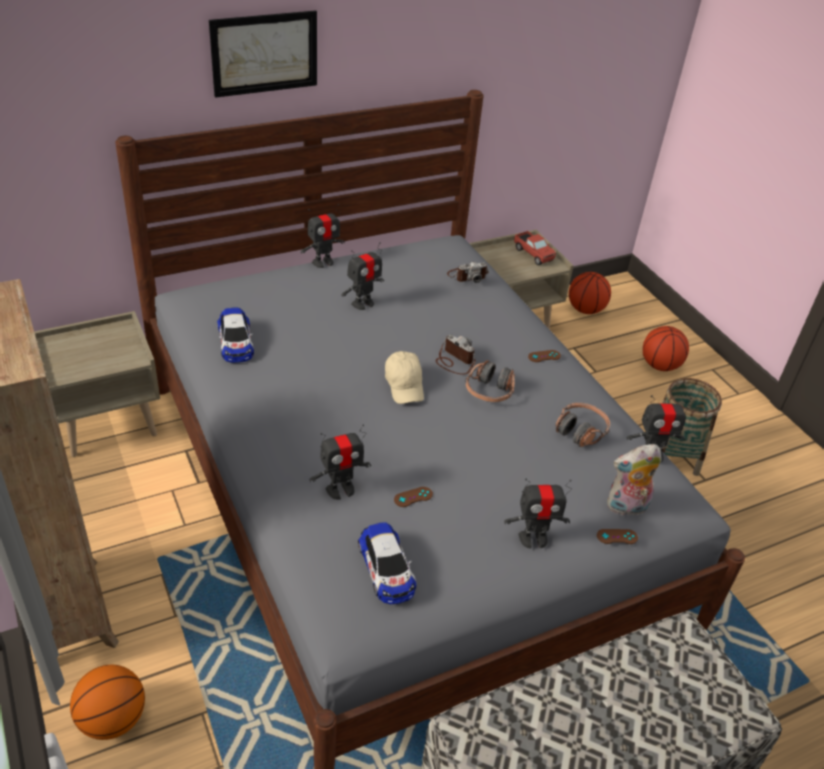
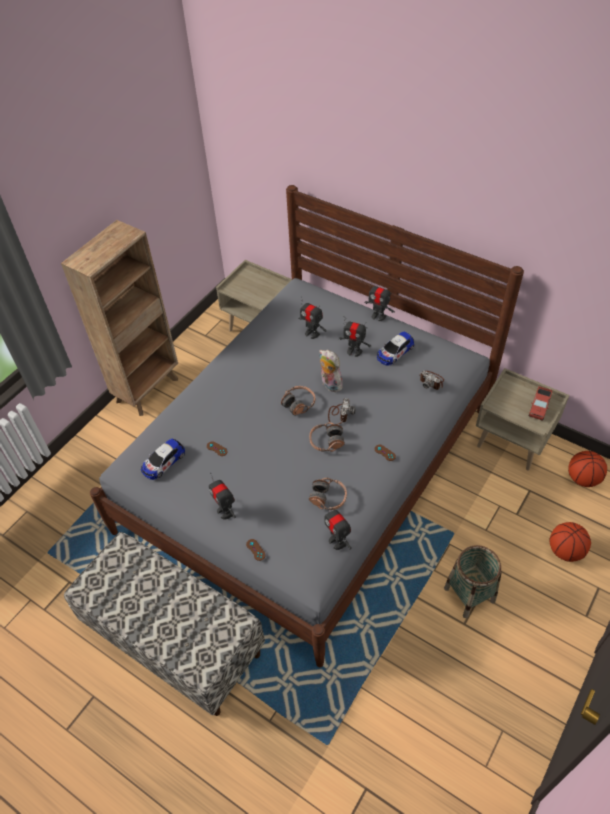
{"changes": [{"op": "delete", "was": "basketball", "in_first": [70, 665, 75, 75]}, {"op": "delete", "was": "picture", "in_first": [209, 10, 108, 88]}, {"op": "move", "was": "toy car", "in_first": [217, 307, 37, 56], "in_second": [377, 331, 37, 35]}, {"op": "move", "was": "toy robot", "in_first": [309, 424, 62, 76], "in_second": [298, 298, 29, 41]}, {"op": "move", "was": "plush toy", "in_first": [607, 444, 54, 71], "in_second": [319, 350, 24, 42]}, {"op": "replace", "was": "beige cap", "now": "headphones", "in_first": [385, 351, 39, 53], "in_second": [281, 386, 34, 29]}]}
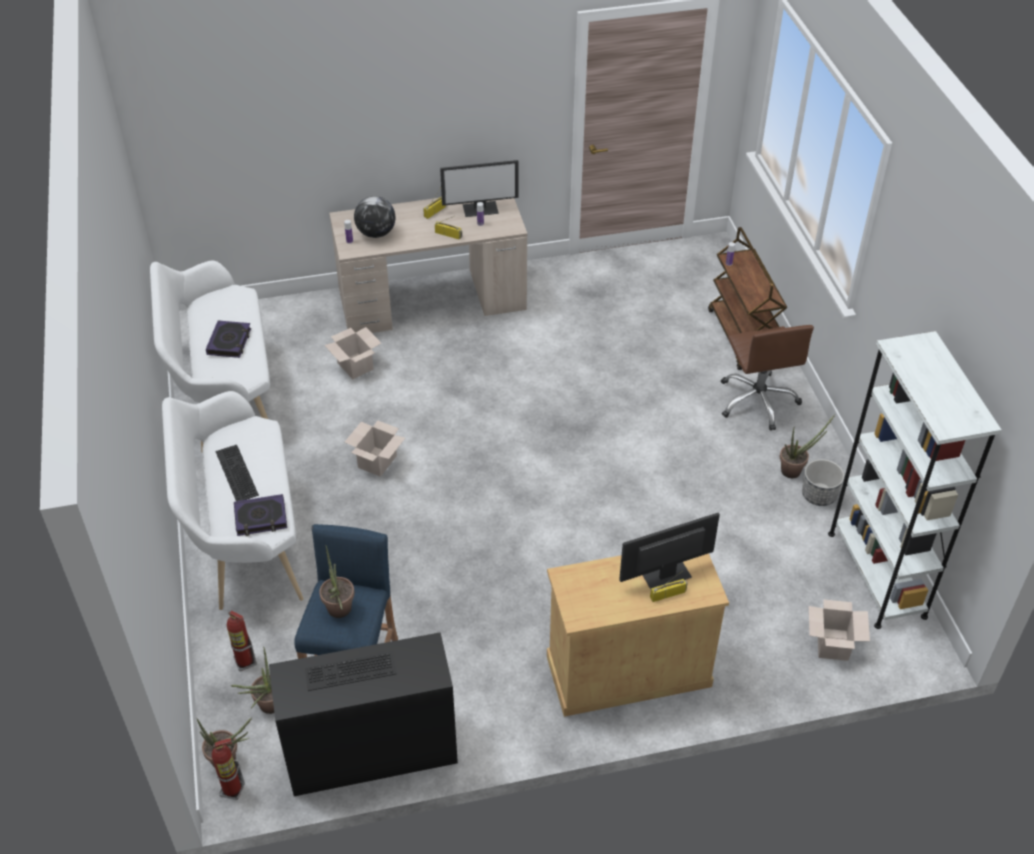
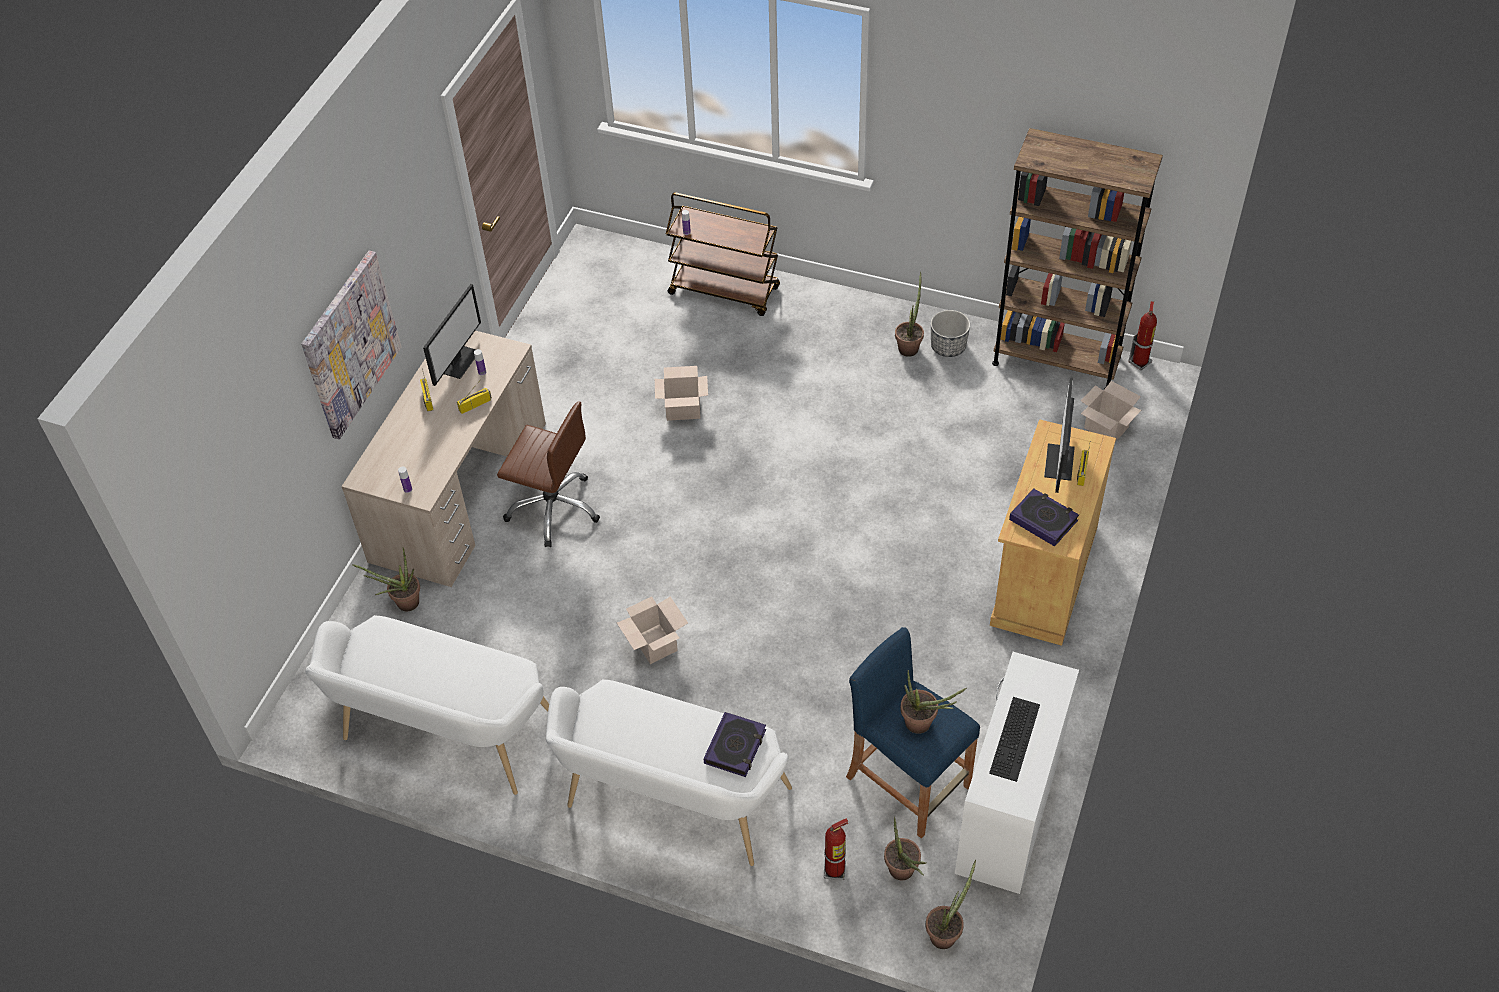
{"changes": [{"op": "delete", "was": "keyboard", "in_first": [215, 445, 44, 56]}, {"op": "delete", "was": "globe", "in_first": [354, 196, 42, 42]}, {"op": "insert", "now": "picture", "in_second": [301, 251, 100, 188]}, {"op": "insert", "now": "potted plant", "in_second": [352, 548, 68, 63]}, {"op": "move", "was": "book", "in_first": [206, 320, 45, 38], "in_second": [1009, 488, 70, 58]}, {"op": "move", "was": "fire extinguisher", "in_first": [212, 738, 33, 62], "in_second": [1128, 301, 29, 69]}, {"op": "move", "was": "cardboard box", "in_first": [324, 327, 57, 52], "in_second": [655, 366, 53, 55]}, {"op": "move", "was": "brown office chair", "in_first": [721, 325, 93, 106], "in_second": [497, 402, 103, 145]}, {"op": "recolor", "was": "black desk", "now": "white desk", "in_first": [269, 632, 189, 164], "in_second": [955, 652, 124, 242]}, {"op": "recolor", "was": "white bookcase", "now": "brown bookcase", "in_first": [828, 331, 174, 298], "in_second": [992, 128, 171, 261]}]}
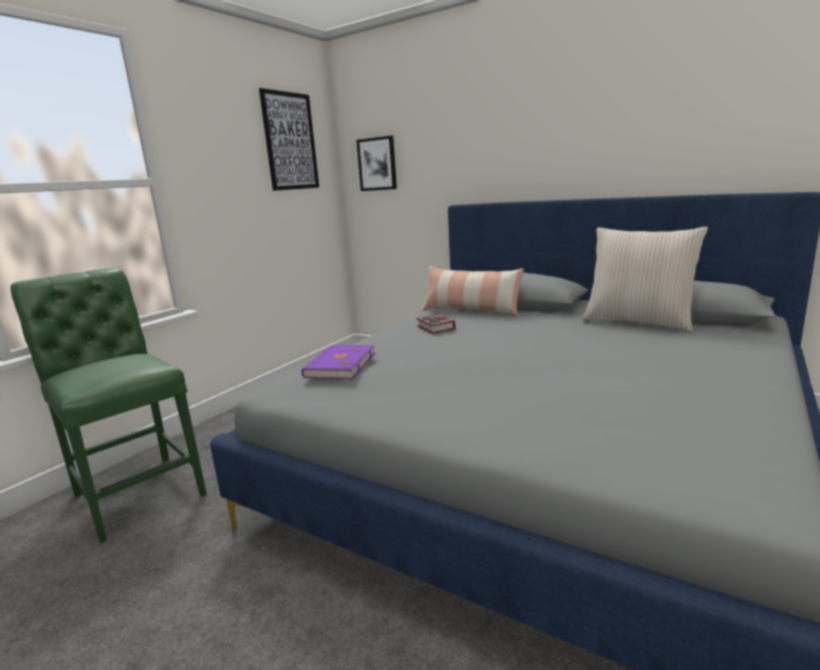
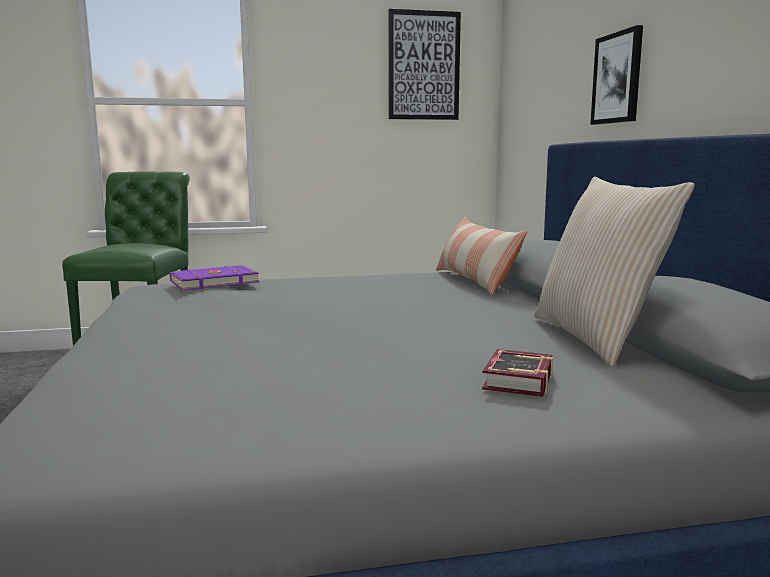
{"changes": [{"op": "move", "was": "picture", "in_first": [356, 136, 41, 55], "in_second": [590, 25, 53, 100]}, {"op": "move", "was": "book", "in_first": [417, 314, 39, 20], "in_second": [482, 349, 71, 48]}]}
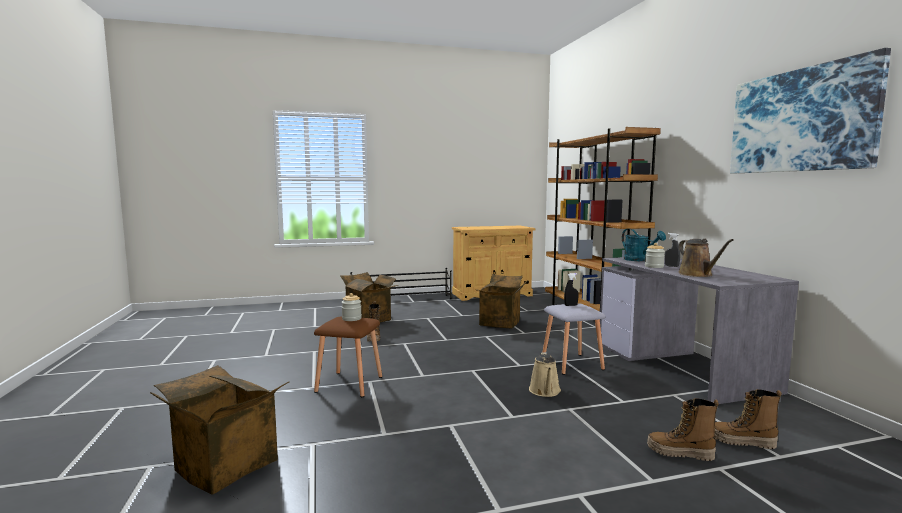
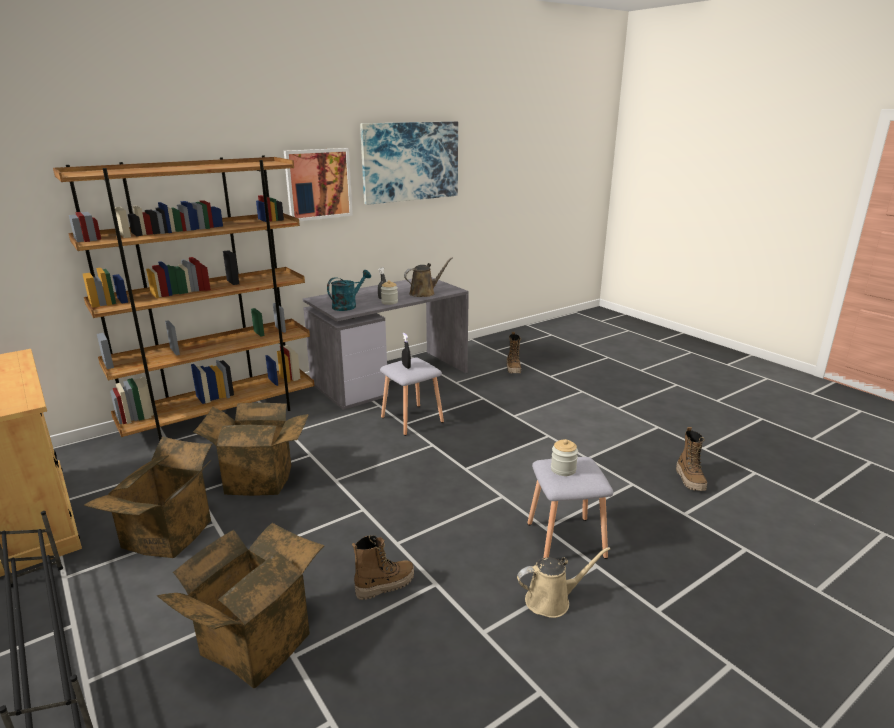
{"changes": [{"op": "insert", "now": "picture", "in_second": [284, 148, 69, 73]}, {"op": "move", "was": "cardboard box", "in_first": [150, 365, 139, 130], "in_second": [84, 436, 128, 122]}, {"op": "move", "was": "beige watering can", "in_first": [529, 352, 32, 45], "in_second": [517, 547, 93, 71]}, {"op": "move", "was": "boot", "in_first": [647, 398, 72, 63], "in_second": [676, 427, 31, 64]}, {"op": "recolor", "was": "brown stool", "now": "grey stool", "in_first": [314, 317, 68, 80], "in_second": [527, 457, 86, 102]}]}
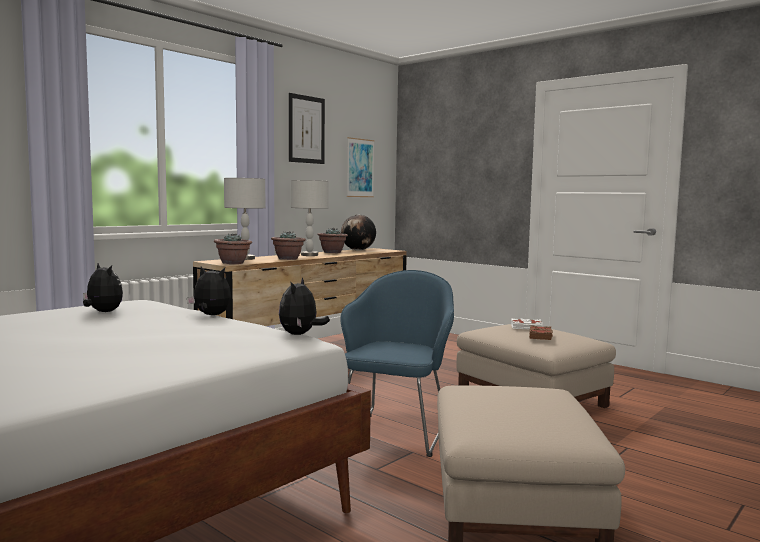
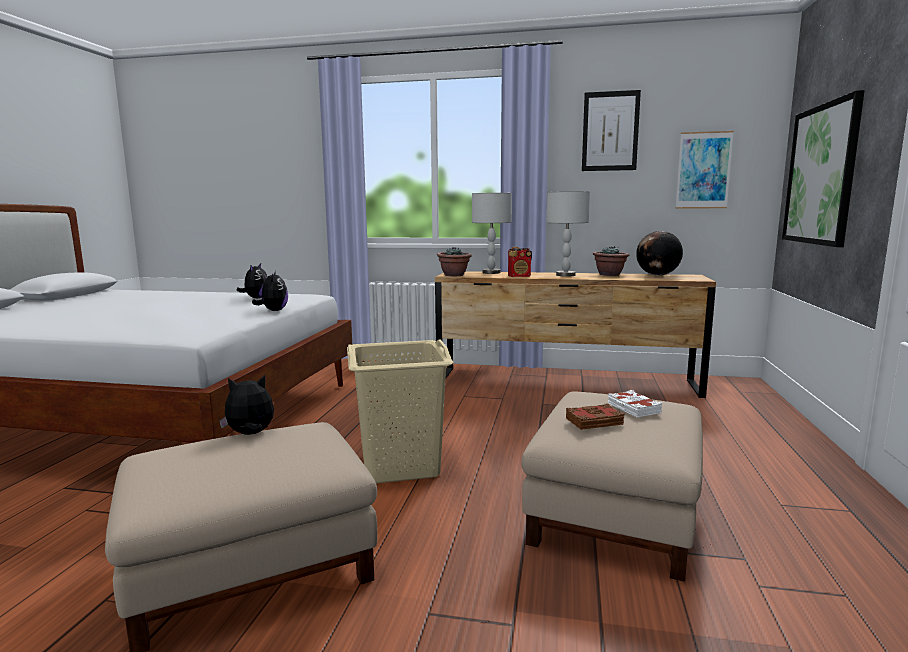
{"changes": [{"op": "insert", "now": "picture", "in_second": [782, 90, 83, 157]}, {"op": "move", "was": "plush toy", "in_first": [279, 278, 51, 57], "in_second": [219, 375, 55, 60]}, {"op": "replace", "was": "potted plant", "now": "radio", "in_first": [271, 231, 35, 29], "in_second": [508, 247, 24, 30]}, {"op": "replace", "was": "blue armchair", "now": "beige laundry basket", "in_first": [340, 270, 114, 187], "in_second": [347, 339, 107, 145]}]}
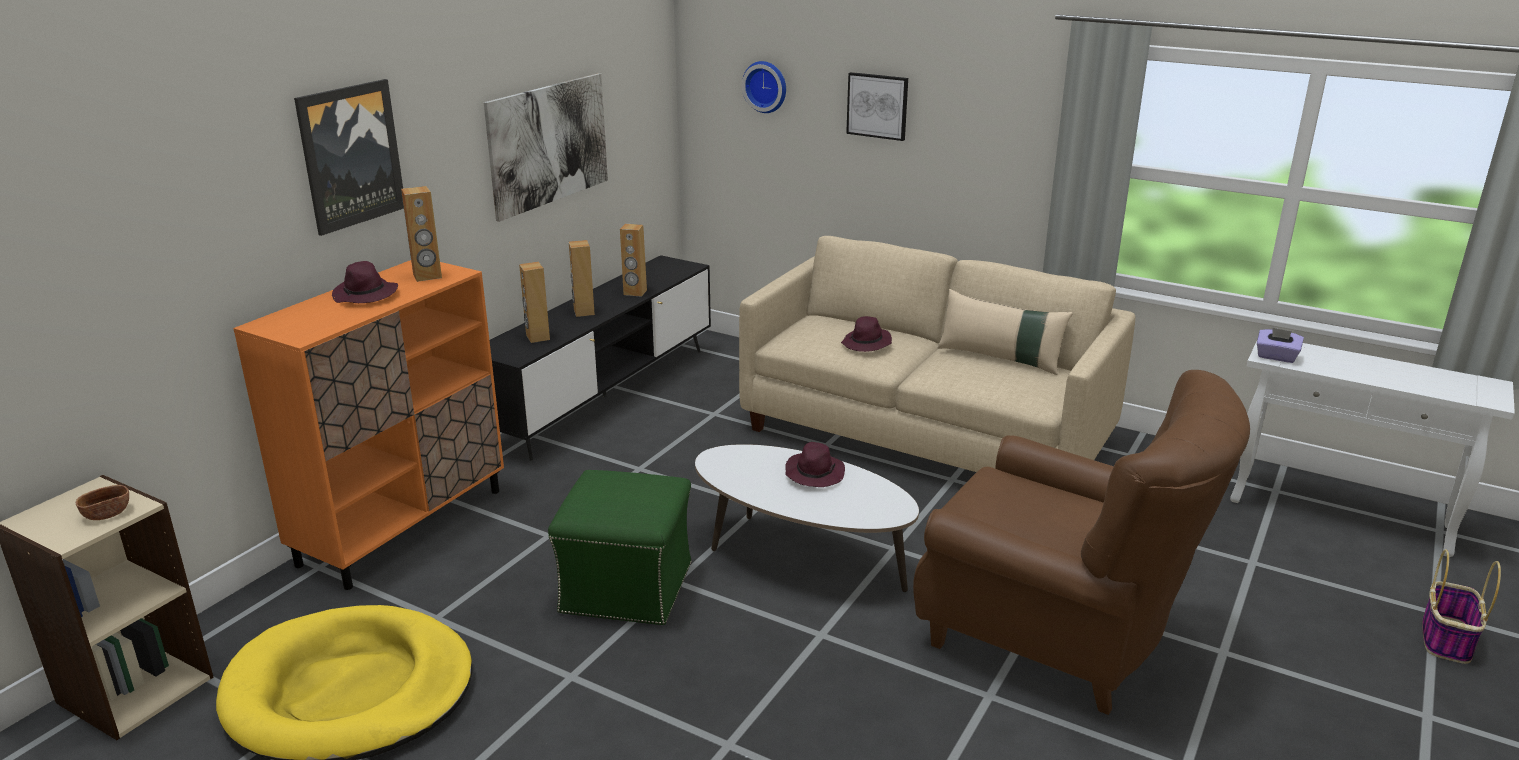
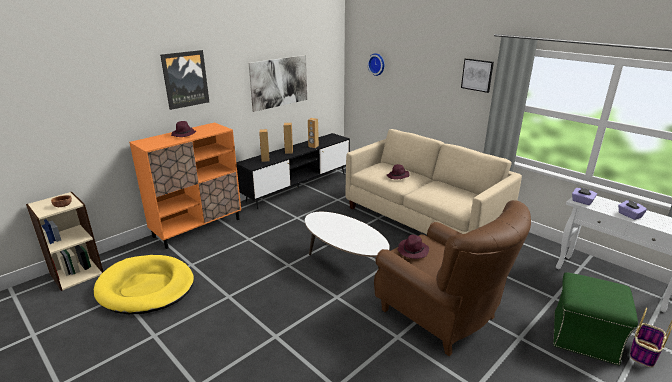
{"changes": [{"op": "delete", "was": "brown speaker", "in_first": [401, 186, 41, 96]}, {"op": "delete", "was": "beige pillow", "in_first": [937, 289, 136, 86]}, {"op": "insert", "now": "purple tissue box", "in_second": [618, 200, 29, 20]}, {"op": "move", "was": "green ottoman", "in_first": [548, 470, 144, 155], "in_second": [553, 272, 85, 93]}, {"op": "move", "was": "purple hat", "in_first": [785, 442, 60, 45], "in_second": [397, 235, 32, 24]}, {"op": "move", "was": "picture", "in_first": [846, 72, 62, 69], "in_second": [461, 58, 33, 35]}]}
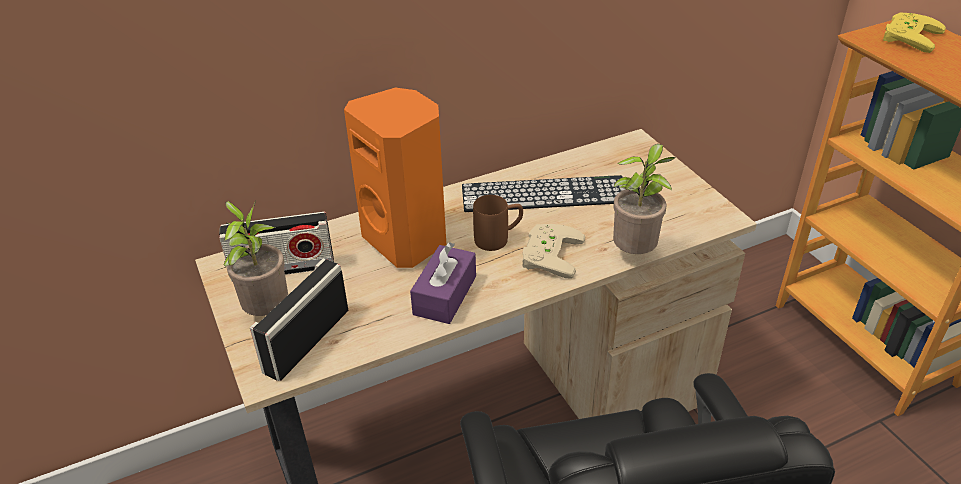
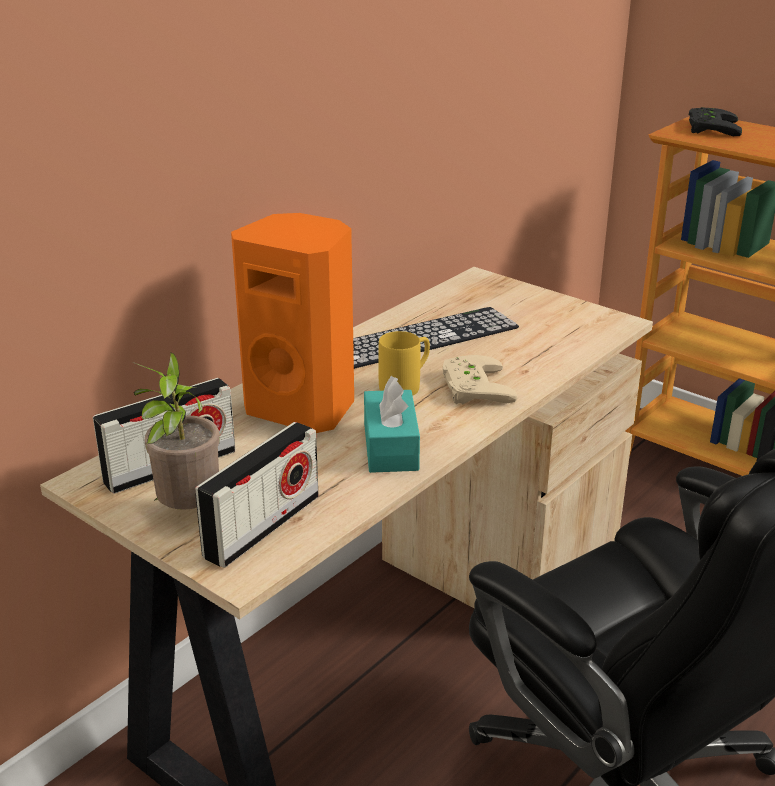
{"changes": [{"op": "delete", "was": "potted plant", "in_first": [613, 144, 63, 110]}, {"op": "recolor", "was": "purple tissue box", "now": "turquoise tissue box", "in_first": [410, 242, 66, 82], "in_second": [364, 376, 56, 97]}, {"op": "recolor", "was": "brown mug", "now": "yellow mug", "in_first": [473, 195, 50, 56], "in_second": [378, 331, 52, 64]}, {"op": "recolor", "was": "yellow game controller", "now": "black game controller", "in_first": [883, 12, 63, 41], "in_second": [689, 107, 53, 29]}, {"op": "rotate", "was": "radio", "in_first": [250, 259, 99, 122], "in_second": [195, 422, 124, 146], "clockwise": -150}]}
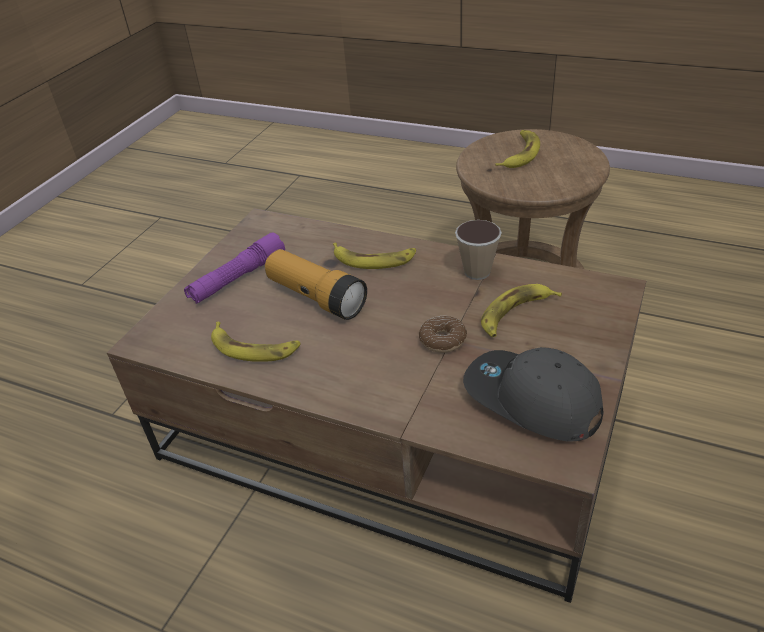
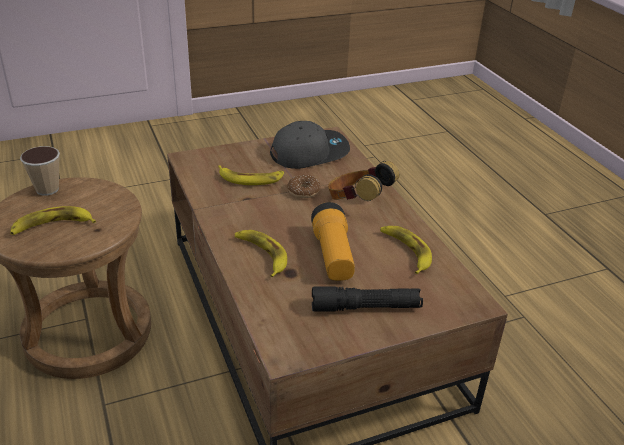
{"changes": [{"op": "insert", "now": "headphones", "in_second": [328, 161, 71, 40]}, {"op": "move", "was": "cup", "in_first": [455, 220, 47, 60], "in_second": [20, 146, 40, 50]}, {"op": "recolor", "was": "purple flashlight", "now": "black flashlight", "in_first": [184, 232, 101, 72], "in_second": [312, 286, 111, 26]}, {"op": "rotate", "was": "grey cap", "in_first": [463, 347, 140, 95], "in_second": [270, 121, 80, 48], "clockwise": -105}]}
